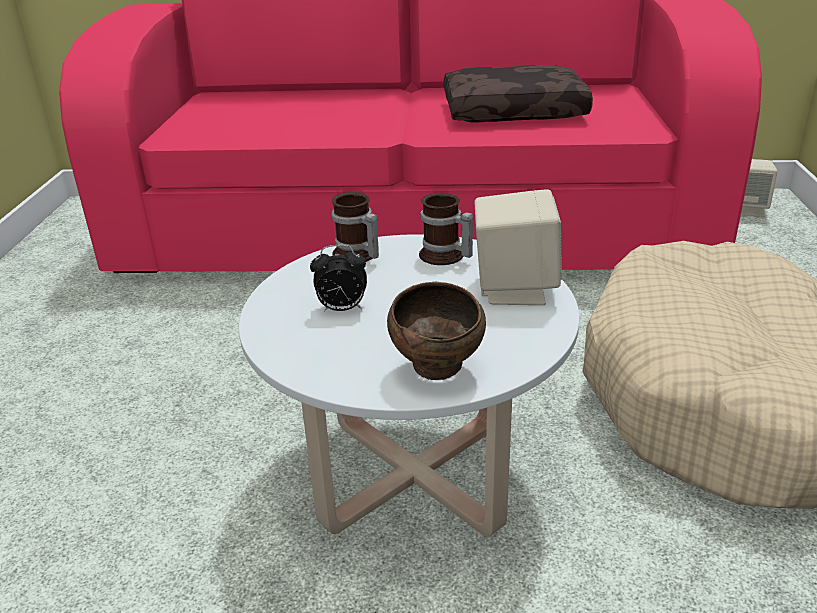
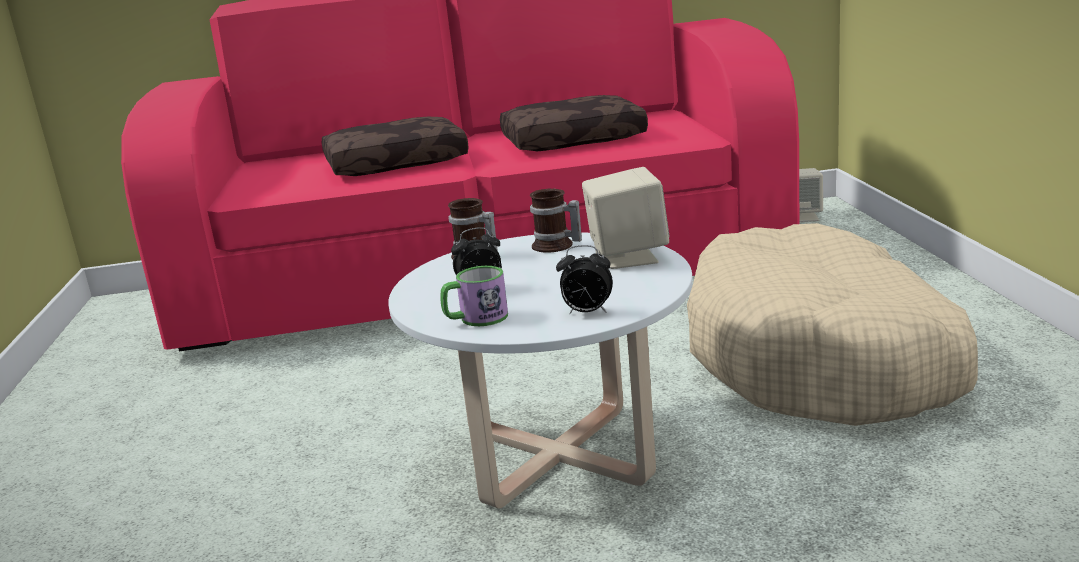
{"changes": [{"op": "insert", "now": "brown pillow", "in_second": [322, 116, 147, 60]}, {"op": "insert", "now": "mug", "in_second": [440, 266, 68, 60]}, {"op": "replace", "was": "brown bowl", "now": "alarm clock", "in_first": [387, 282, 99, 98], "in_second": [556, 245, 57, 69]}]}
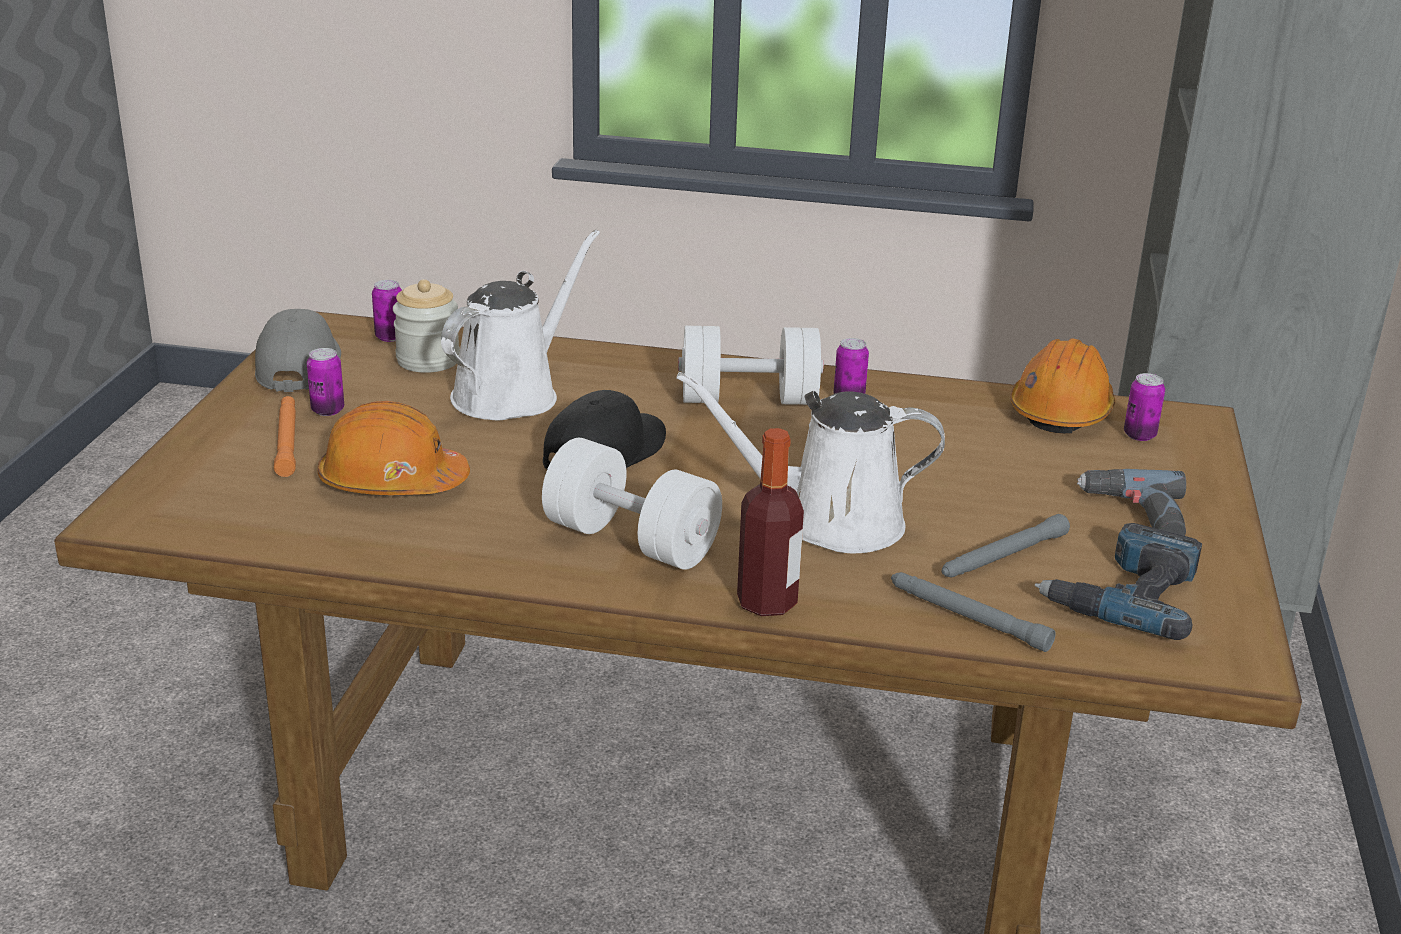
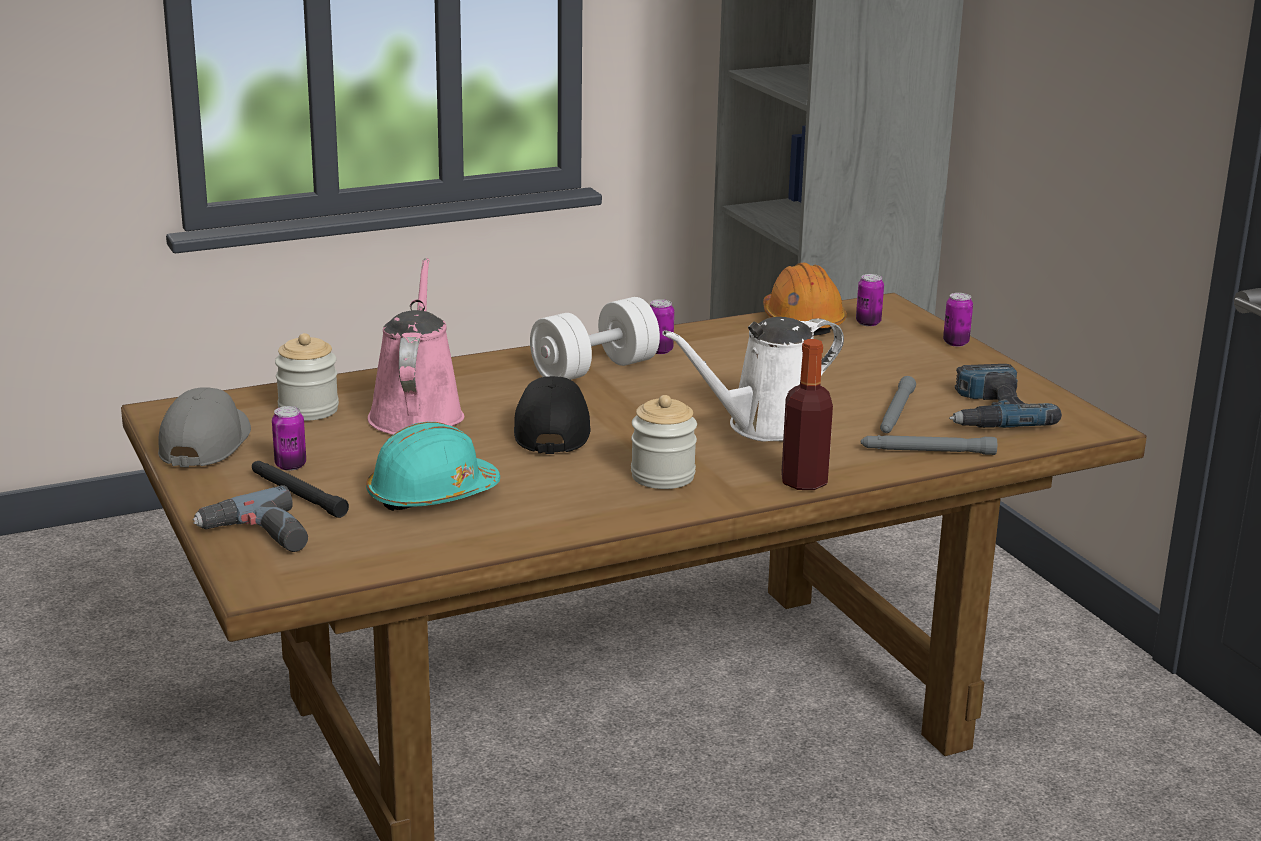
{"changes": [{"op": "move", "was": "can", "in_first": [372, 280, 30, 62], "in_second": [943, 293, 30, 54]}, {"op": "move", "was": "power drill", "in_first": [1077, 469, 109, 67], "in_second": [193, 485, 115, 67]}, {"op": "replace", "was": "white dumbbell", "now": "jar", "in_first": [542, 438, 180, 132], "in_second": [631, 395, 66, 94]}, {"op": "recolor", "was": "orange flashlight", "now": "black flashlight", "in_first": [274, 396, 22, 81], "in_second": [252, 461, 97, 57]}, {"op": "recolor", "was": "orange hard hat", "now": "turquoise hard hat", "in_first": [318, 401, 152, 94], "in_second": [366, 422, 134, 89]}, {"op": "recolor", "was": "white watering can", "now": "pink watering can", "in_first": [441, 230, 159, 190], "in_second": [368, 258, 96, 177]}, {"op": "rotate", "was": "grey cap", "in_first": [255, 309, 86, 83], "in_second": [158, 388, 93, 79], "clockwise": 45}]}
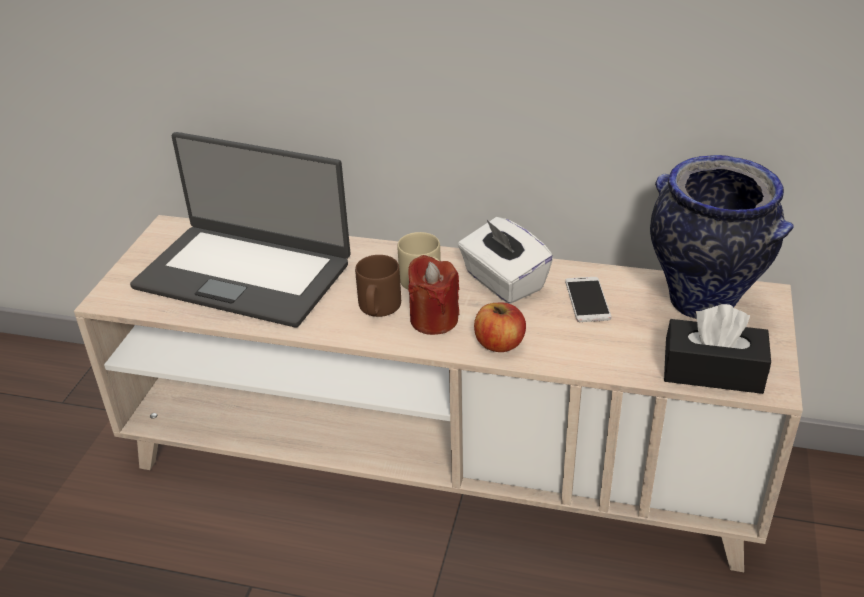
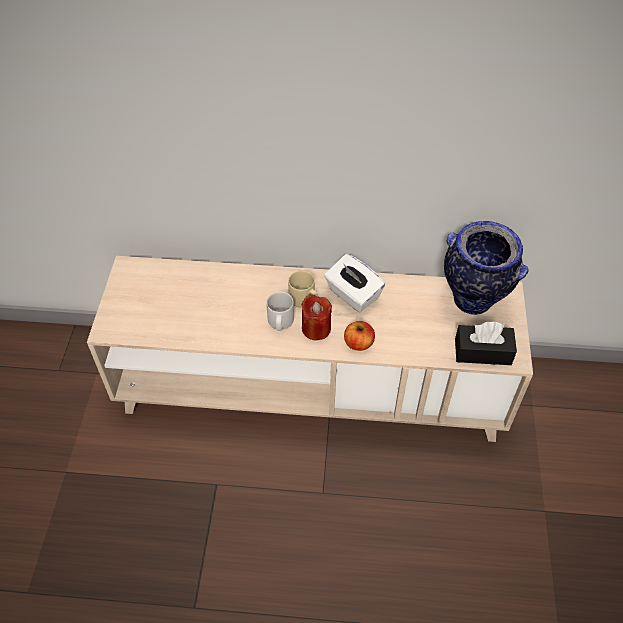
{"changes": [{"op": "delete", "was": "laptop", "in_first": [130, 132, 221, 195]}, {"op": "delete", "was": "phone", "in_first": [565, 277, 46, 45]}, {"op": "recolor", "was": "brown mug", "now": "grey mug", "in_first": [355, 255, 46, 62], "in_second": [266, 292, 28, 39]}]}
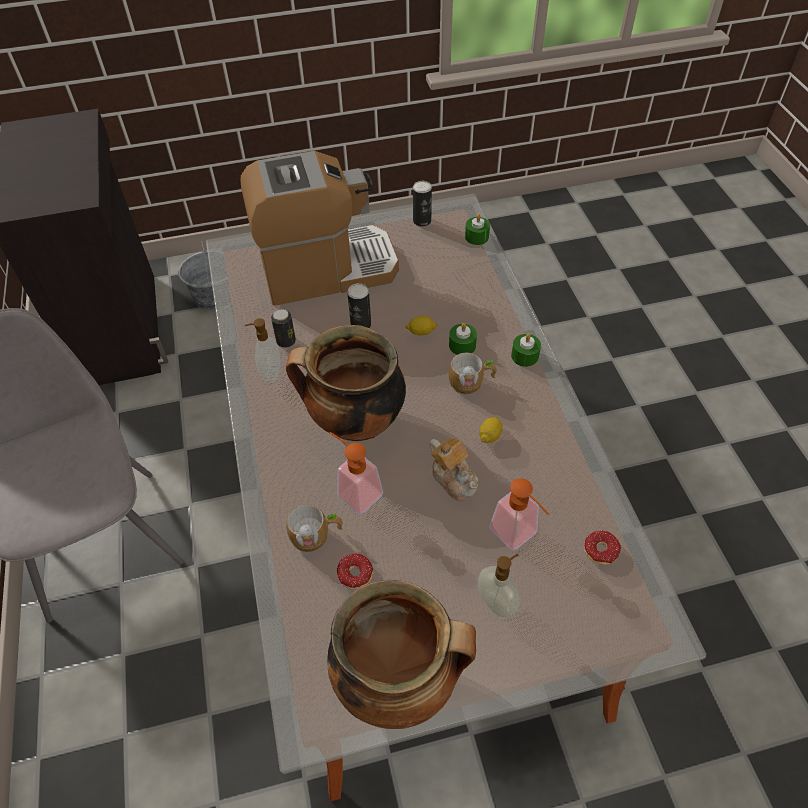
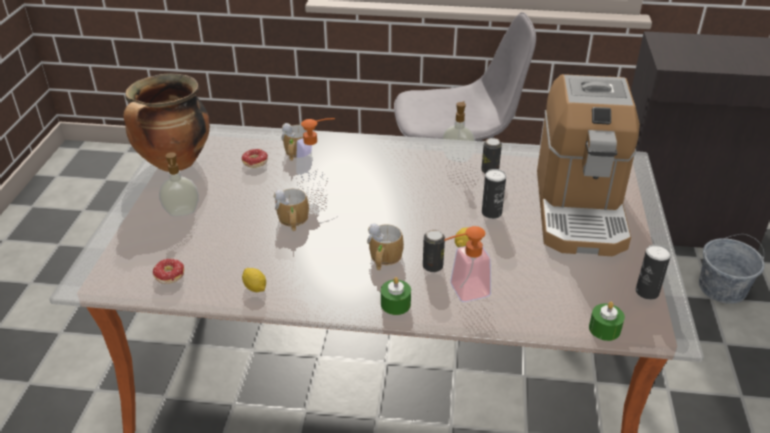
{"changes": [{"op": "delete", "was": "cooking pot", "in_first": [286, 325, 120, 116]}, {"op": "move", "was": "lemon", "in_first": [479, 417, 24, 26], "in_second": [242, 268, 24, 24]}, {"op": "move", "was": "soap dispenser", "in_first": [489, 478, 60, 72], "in_second": [444, 226, 47, 76]}, {"op": "replace", "was": "teapot", "now": "mug", "in_first": [429, 438, 49, 63], "in_second": [273, 189, 36, 42]}, {"op": "replace", "was": "green candle", "now": "can", "in_first": [449, 323, 28, 32], "in_second": [423, 230, 22, 42]}]}
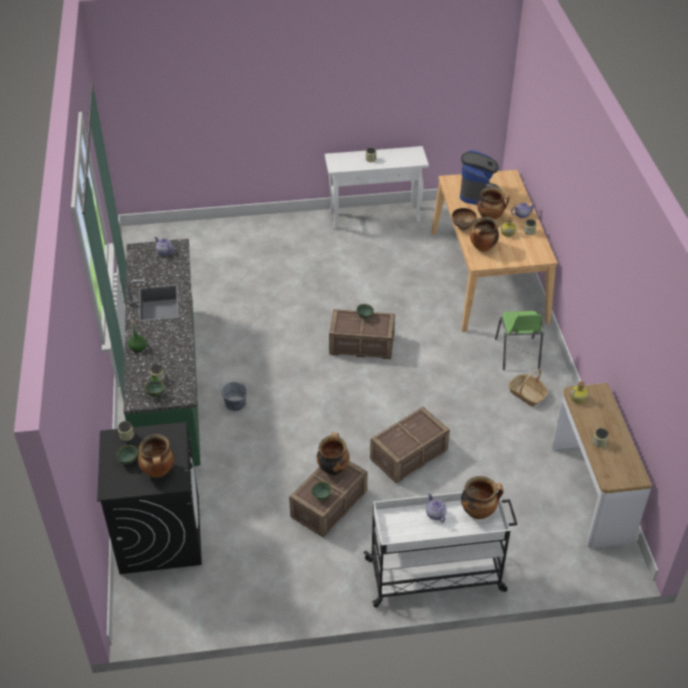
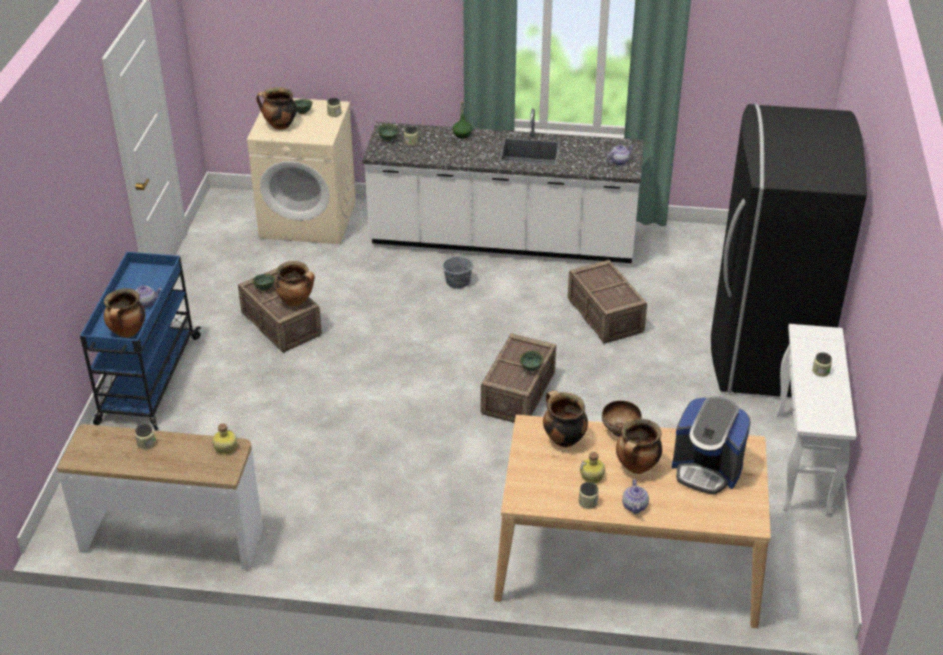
{"changes": [{"op": "delete", "was": "green chair", "in_first": [495, 311, 49, 59]}, {"op": "delete", "was": "basket", "in_first": [508, 369, 40, 37]}, {"op": "insert", "now": "black fridge", "in_second": [711, 104, 156, 293]}, {"op": "move", "was": "crate", "in_first": [370, 407, 80, 76], "in_second": [568, 260, 79, 84]}, {"op": "recolor", "was": "black washing machine", "now": "beige washing machine", "in_first": [97, 422, 105, 152], "in_second": [247, 98, 109, 146]}, {"op": "recolor", "was": "green counter", "now": "white counter", "in_first": [124, 239, 77, 228], "in_second": [363, 108, 280, 155]}, {"op": "recolor", "was": "white cart", "now": "blue cart", "in_first": [364, 490, 153, 118], "in_second": [80, 252, 121, 179]}]}
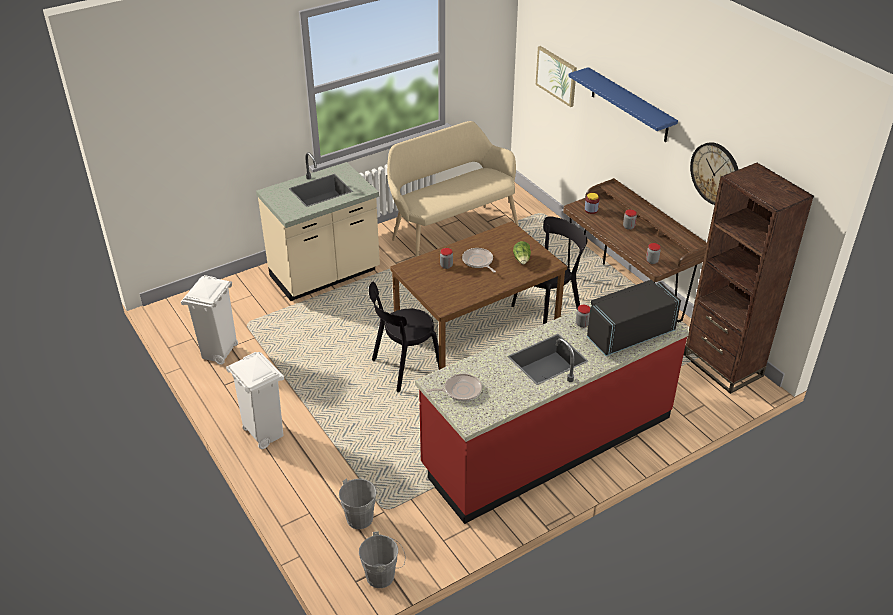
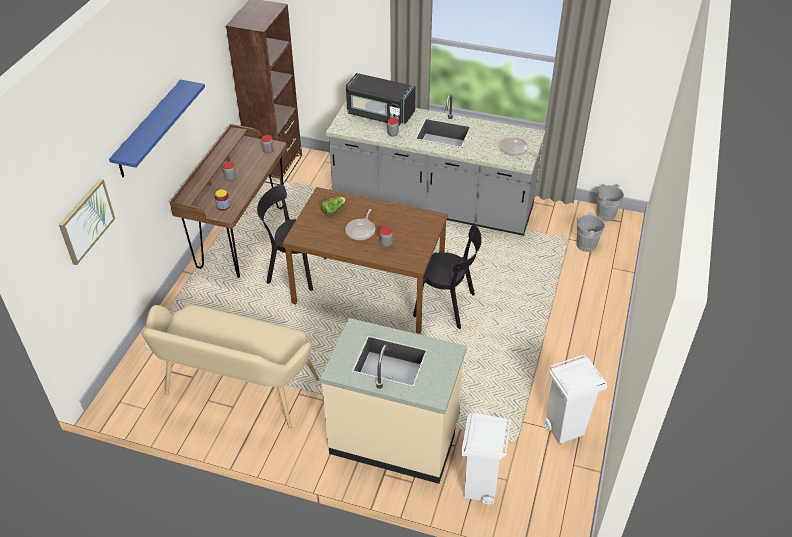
{"changes": [{"op": "delete", "was": "wall clock", "in_first": [690, 142, 49, 63]}, {"op": "move", "was": "white trash can", "in_first": [226, 352, 58, 97], "in_second": [461, 413, 50, 92]}, {"op": "recolor", "was": "red counter", "now": "grey counter", "in_first": [415, 304, 274, 220], "in_second": [326, 95, 219, 141]}]}
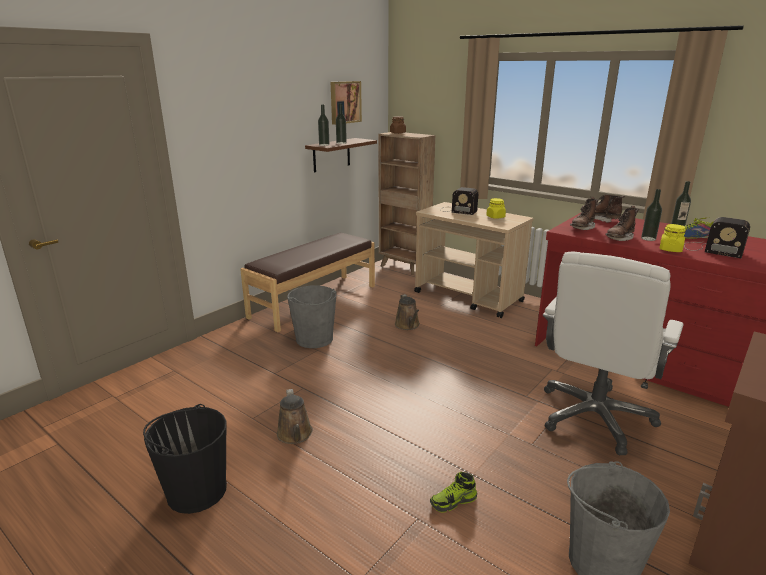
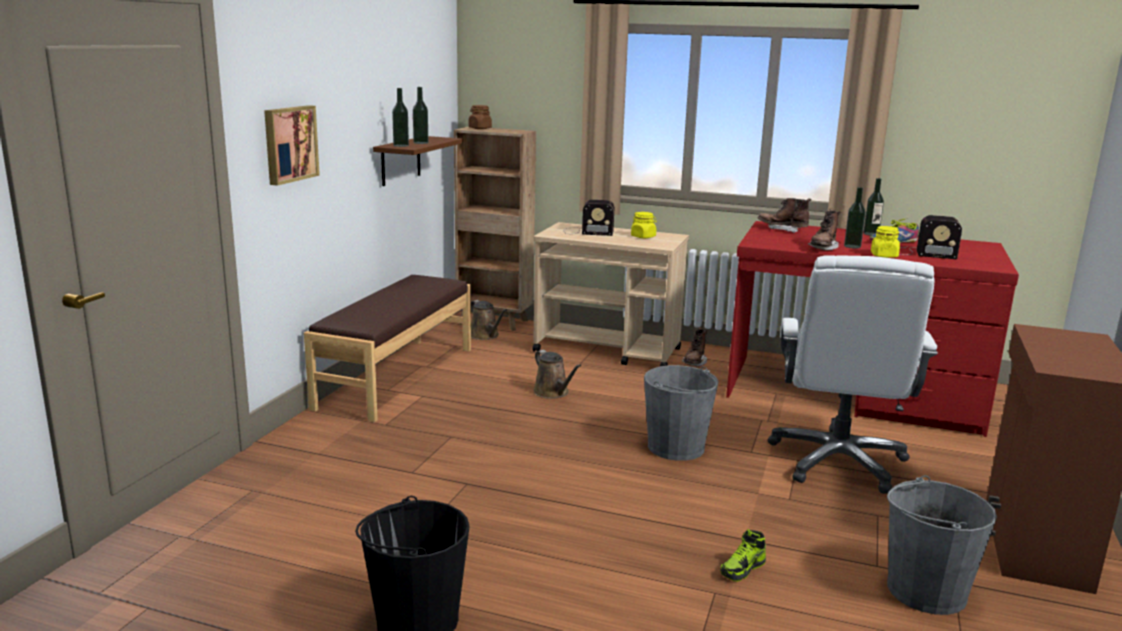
{"changes": [{"op": "move", "was": "brown watering can", "in_first": [277, 389, 36, 55], "in_second": [471, 300, 36, 40]}, {"op": "move", "was": "grey bucket", "in_first": [287, 285, 50, 63], "in_second": [644, 365, 75, 96]}, {"op": "move", "was": "picture", "in_first": [331, 81, 31, 44], "in_second": [264, 105, 56, 81]}, {"op": "move", "was": "brown boot", "in_first": [570, 197, 29, 33], "in_second": [682, 327, 25, 39]}]}
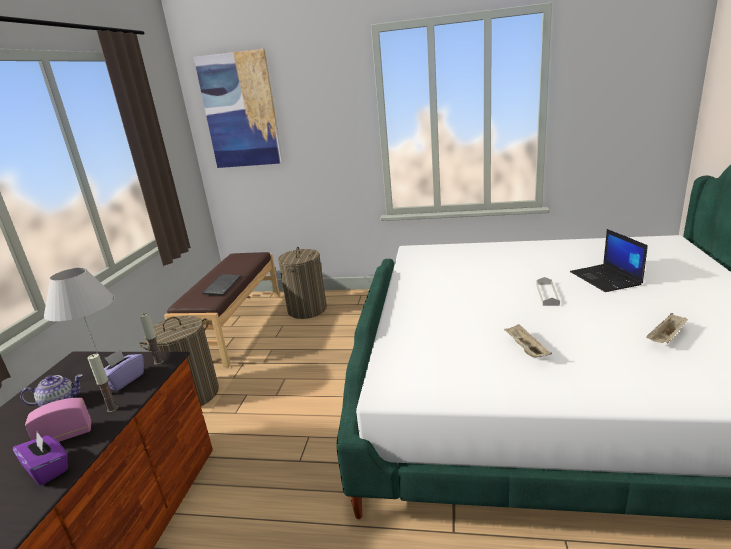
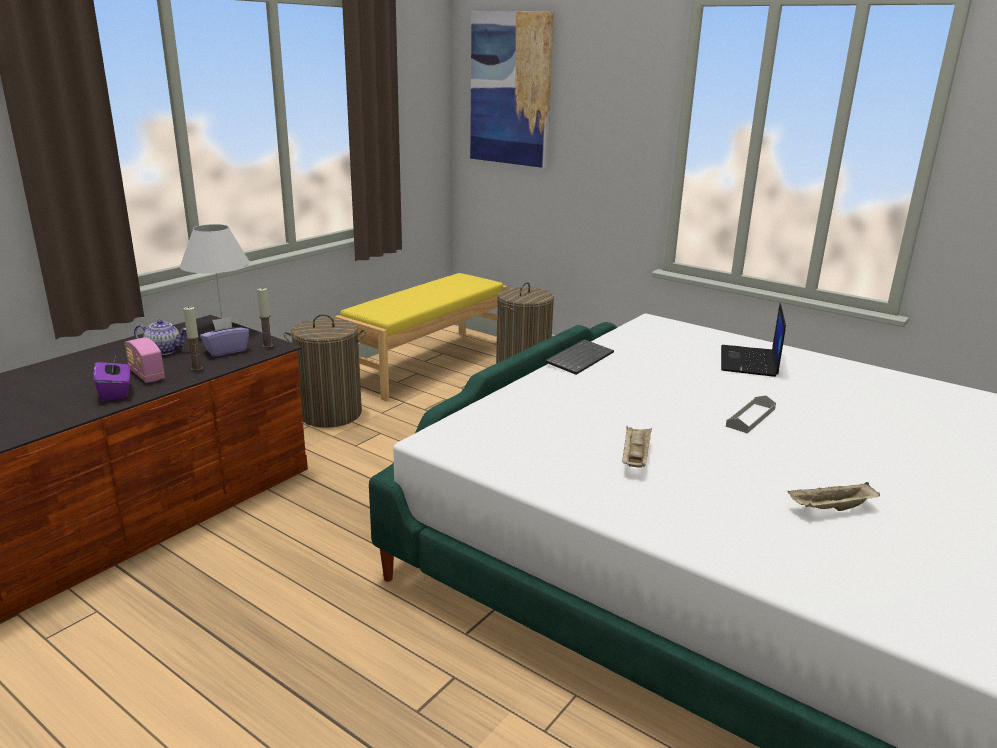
{"changes": [{"op": "move", "was": "keyboard", "in_first": [202, 274, 39, 22], "in_second": [545, 339, 69, 36]}, {"op": "move", "was": "laptop", "in_first": [570, 229, 78, 63], "in_second": [721, 303, 65, 74]}, {"op": "recolor", "was": "brown bench", "now": "yellow bench", "in_first": [164, 252, 116, 116], "in_second": [335, 273, 172, 128]}, {"op": "rotate", "was": "radio", "in_first": [25, 398, 67, 44], "in_second": [125, 337, 40, 46], "clockwise": -135}]}
